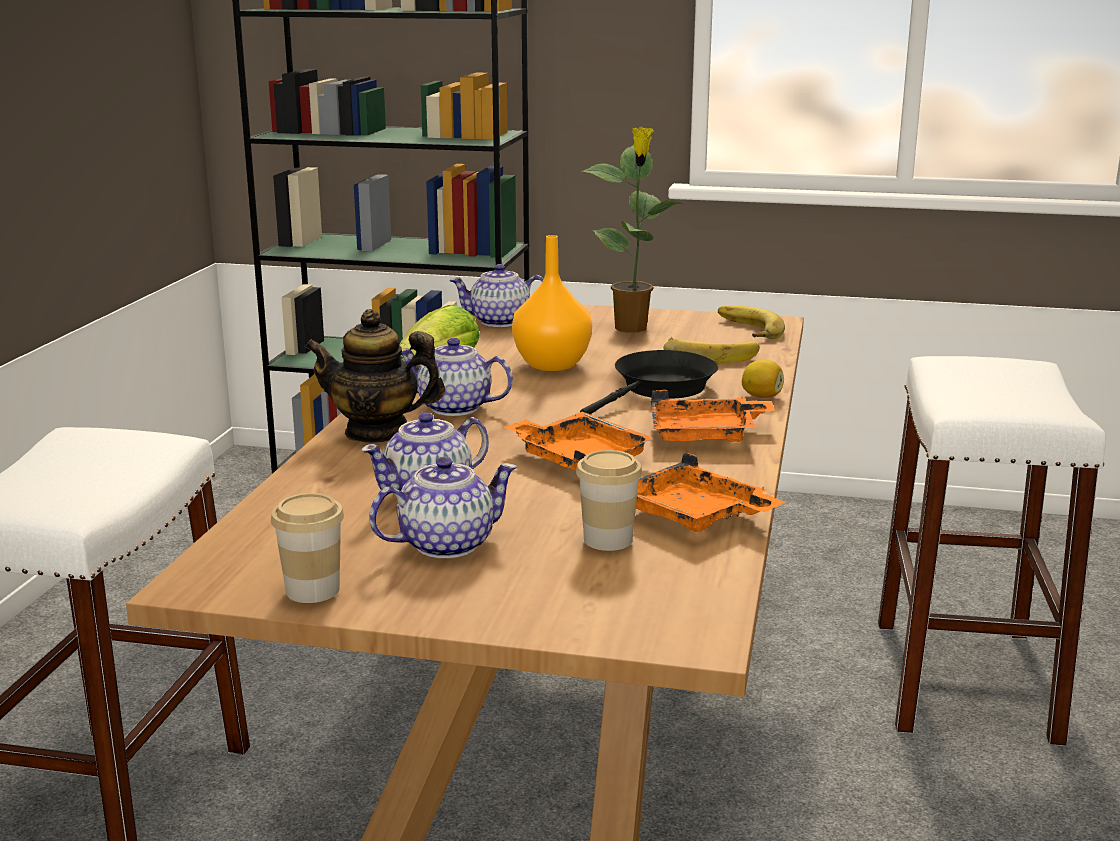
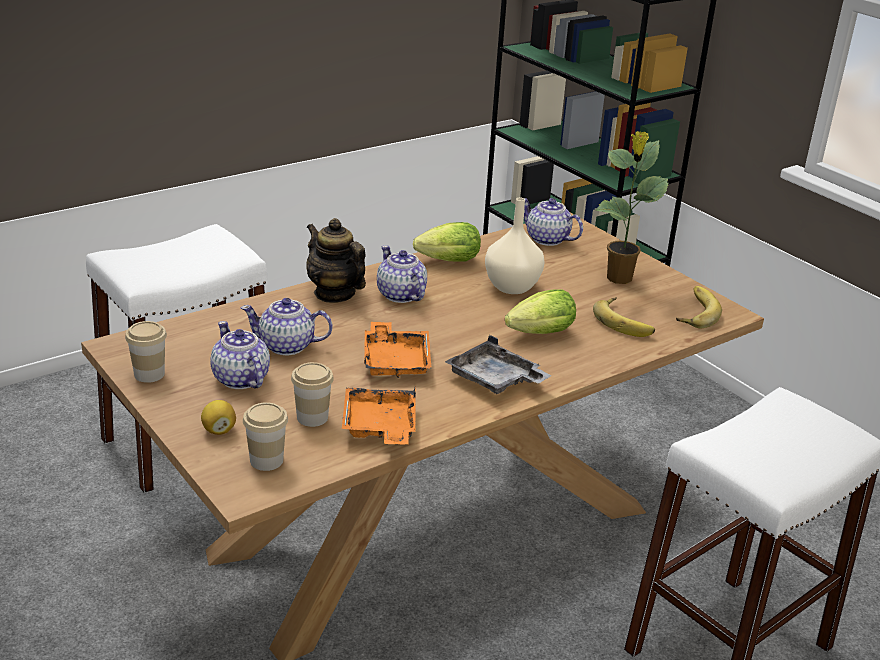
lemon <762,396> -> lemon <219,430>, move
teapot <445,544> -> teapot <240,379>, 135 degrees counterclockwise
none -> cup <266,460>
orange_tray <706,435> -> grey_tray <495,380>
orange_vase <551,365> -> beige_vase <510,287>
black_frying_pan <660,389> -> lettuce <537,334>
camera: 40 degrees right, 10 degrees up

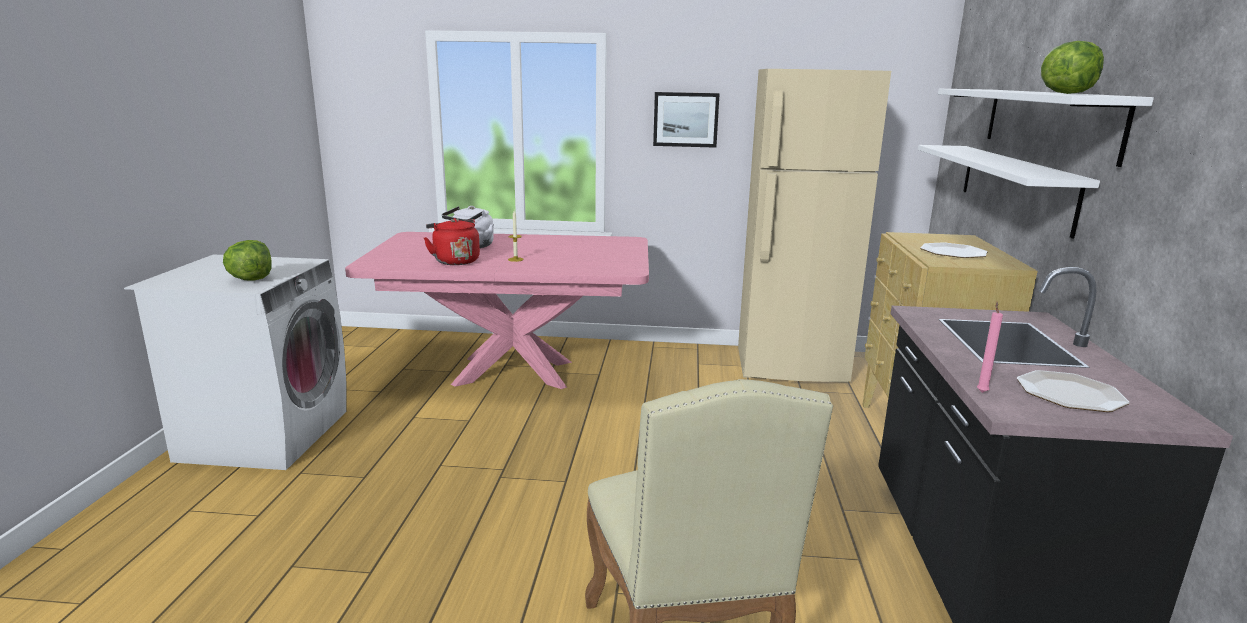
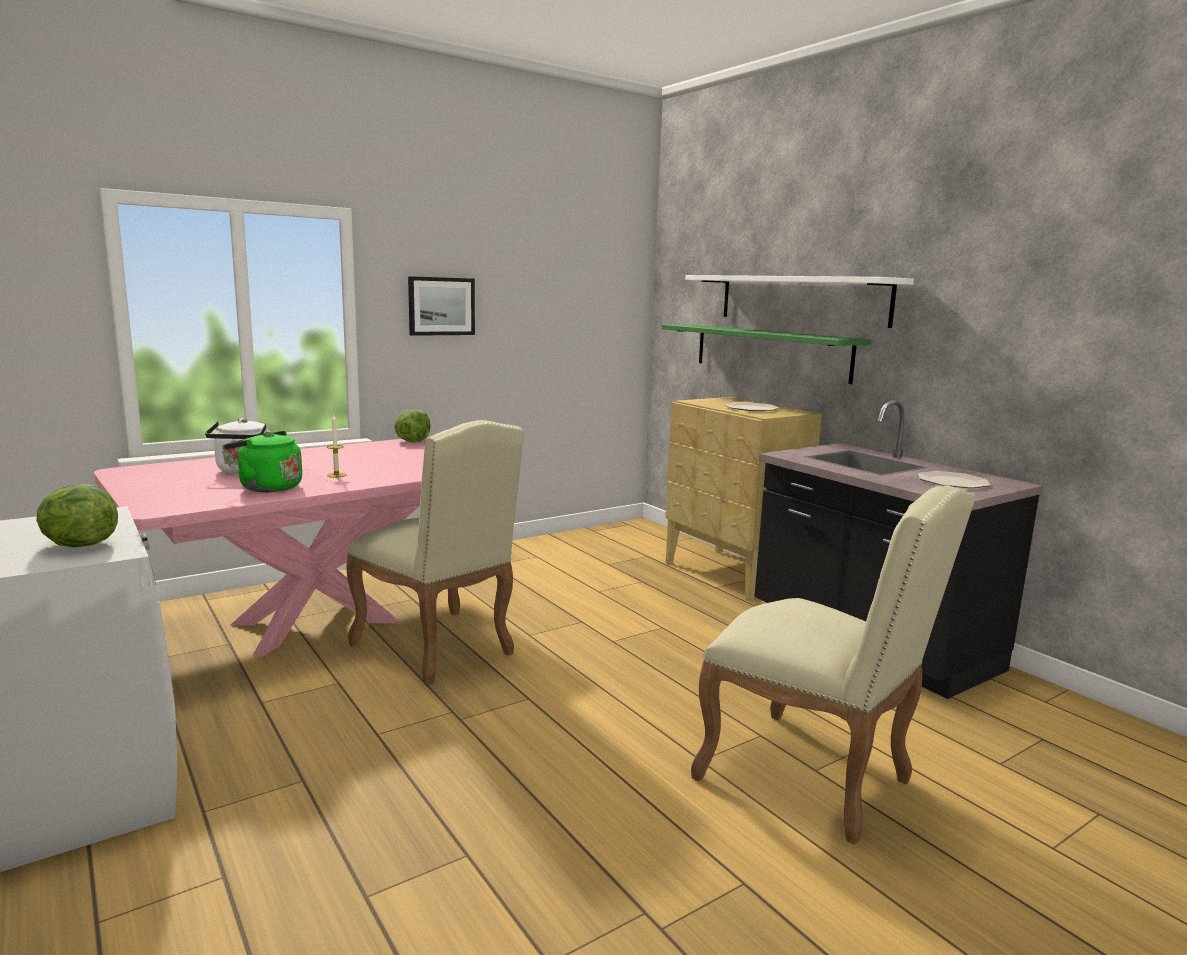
red_kettle <455,261> -> green_kettle <267,487>
none -> beige_chair <439,648>
lettuce <1066,93> -> lettuce <413,441>, move
white_shelf <1015,185> -> green_shelf <770,351>
beige_fridge <790,366> -> none
pink_candle <981,391> -> none
camera: 40 degrees left, 5 degrees down

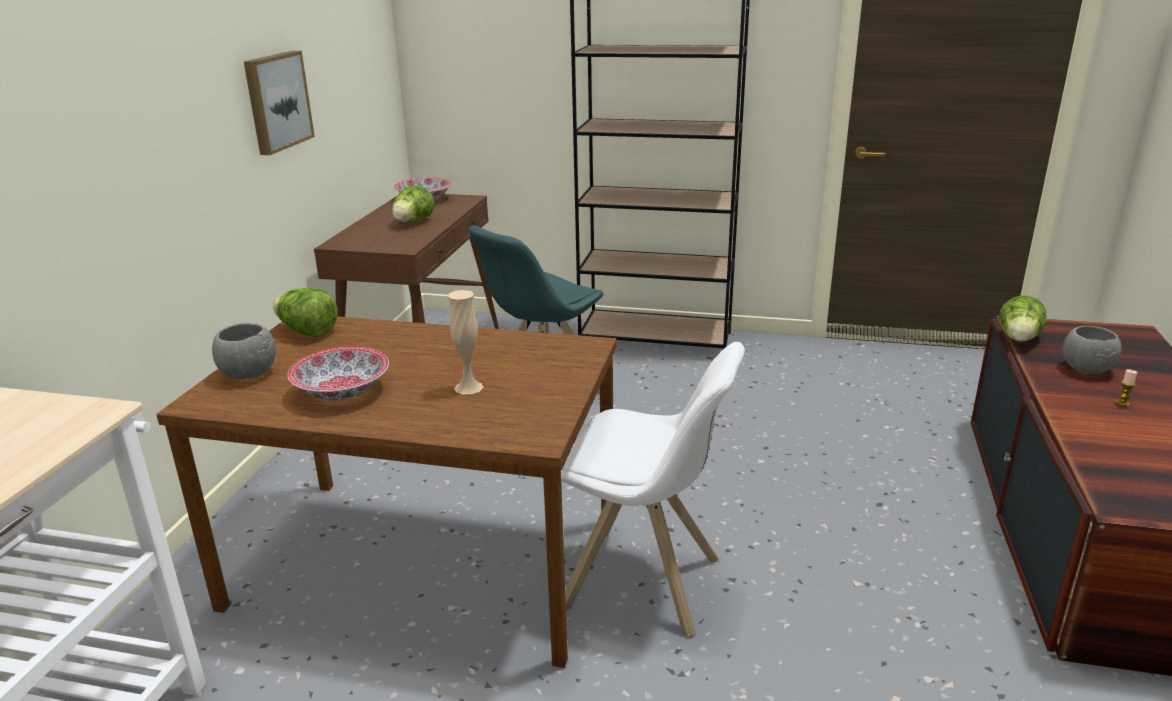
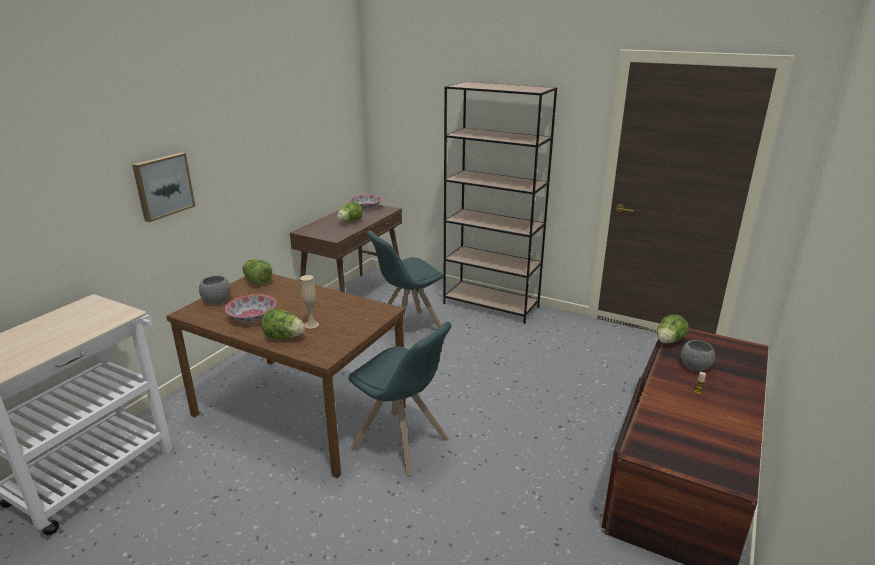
picture <276,101> -> picture <163,186>, move
none -> lettuce <284,337>
white_chair <643,583> -> turquoise_chair <401,443>
camera: 15 degrees right, 0 degrees up

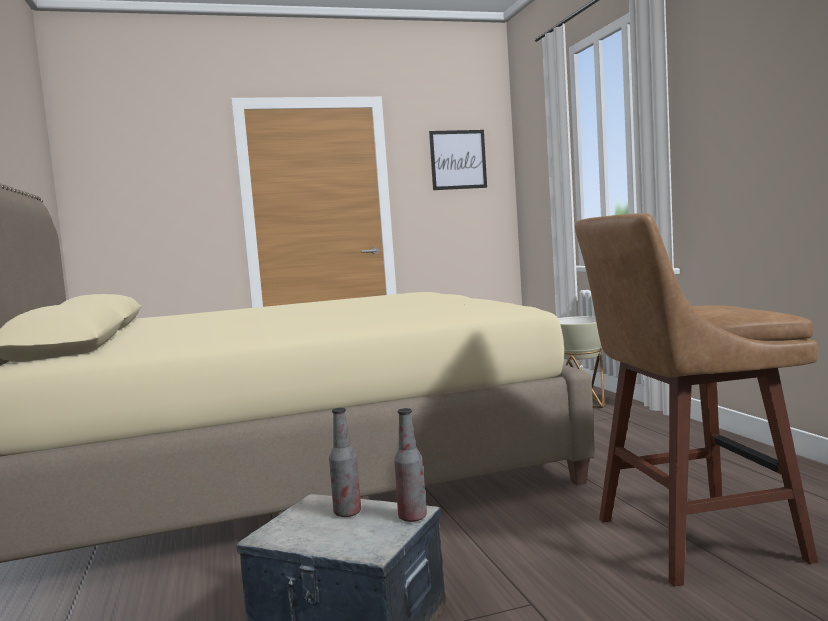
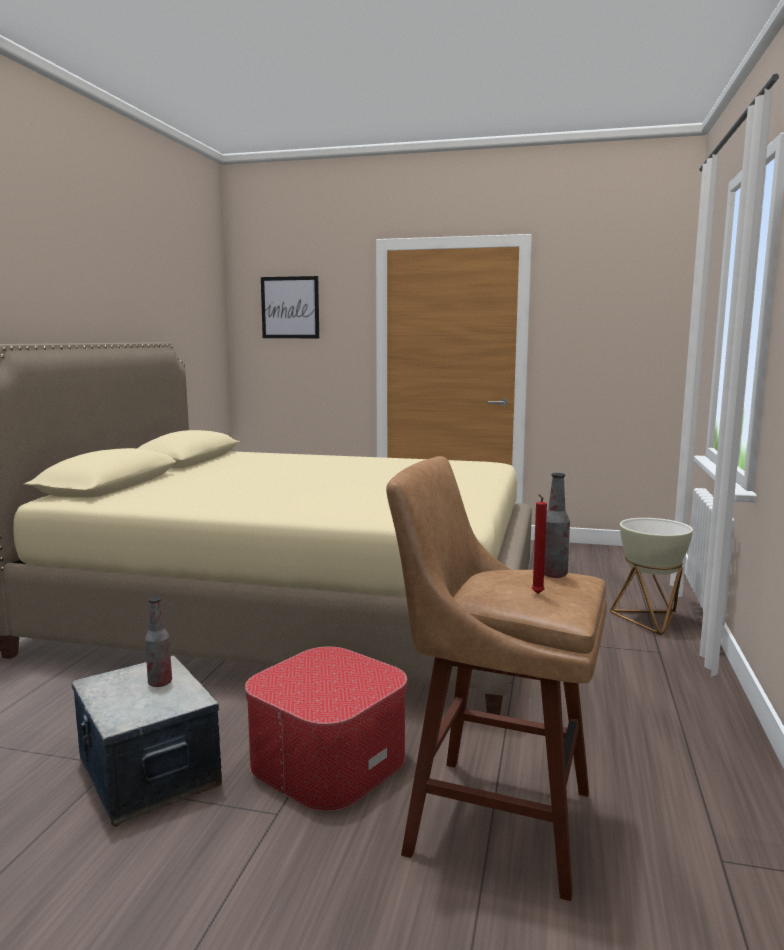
none -> ottoman <328,760>
picture <458,159> -> picture <290,307>, move
none -> red_candle <536,594>
bottle <412,517> -> bottle <553,575>, move
camera: 30 degrees right, 5 degrees up

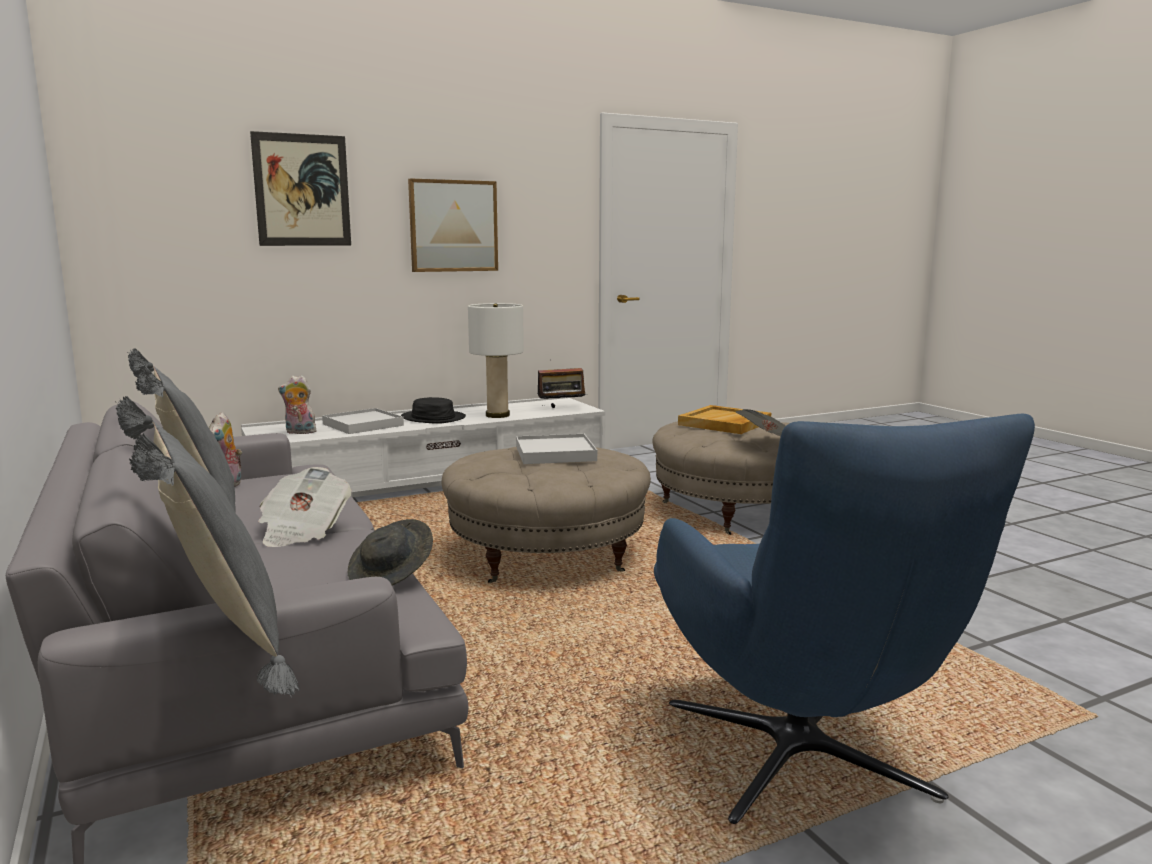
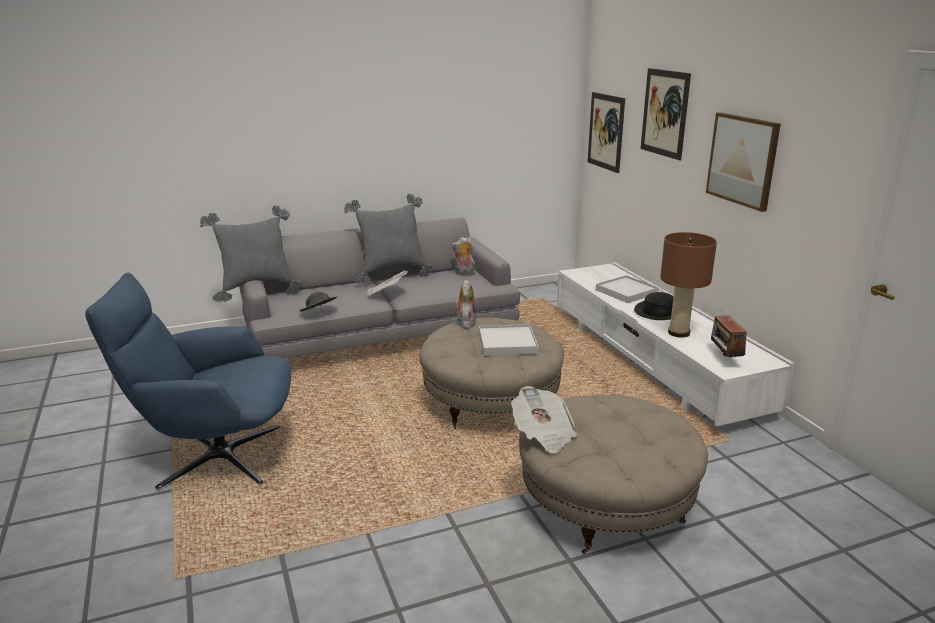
plush_toy <299,432> -> plush_toy <465,323>, move
none -> picture <605,131>
white_table_lamp <497,415> -> brown_table_lamp <679,333>
beige_tray <725,423> -> none
camera: 95 degrees right, 10 degrees up

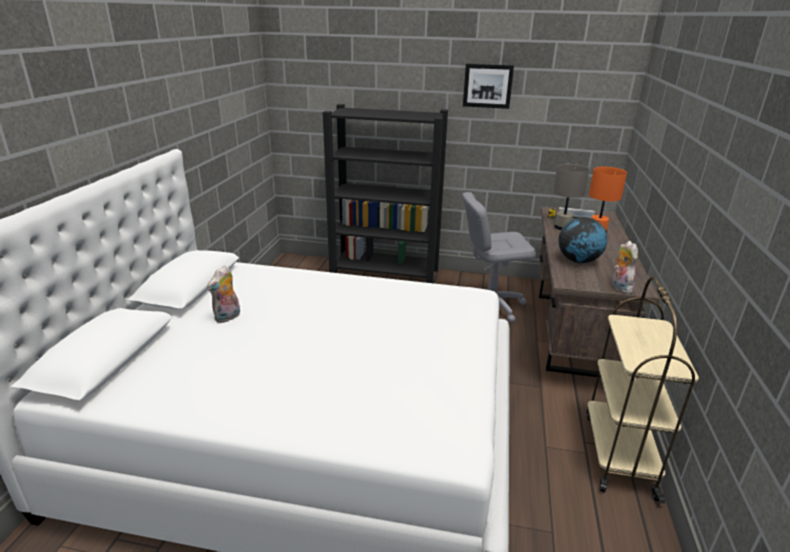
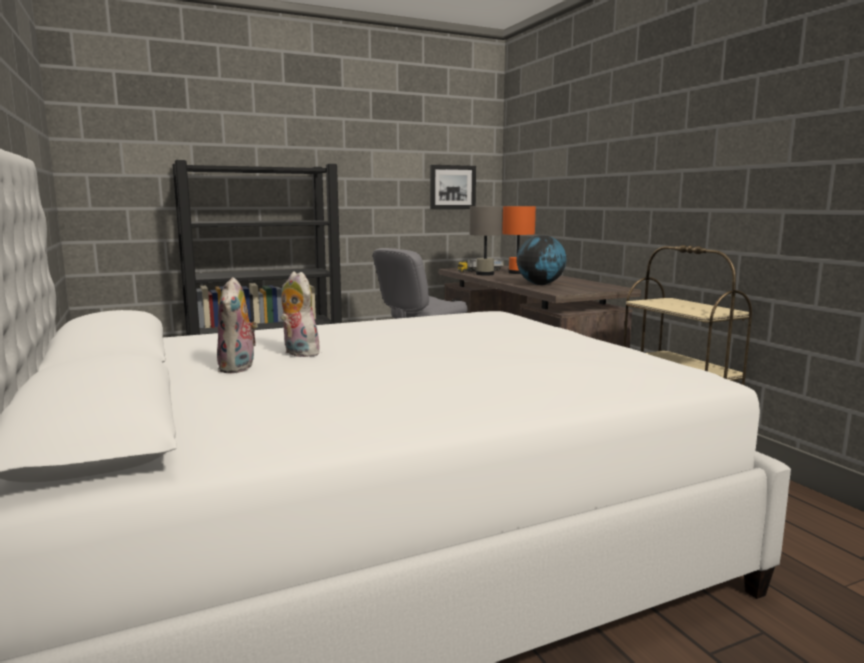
plush_toy <619,287> -> plush_toy <298,353>, move
picture <487,86> -> picture <452,187>, move
camera: 35 degrees left, 15 degrees down

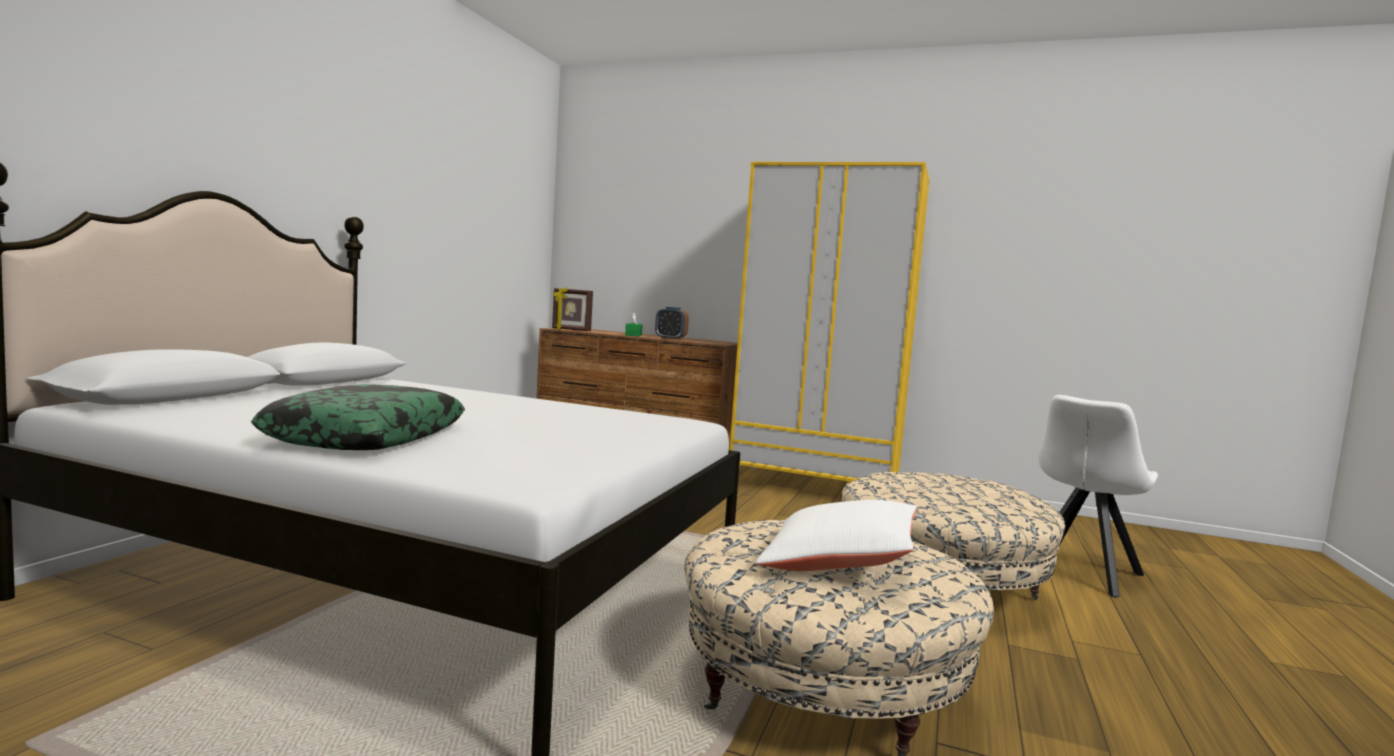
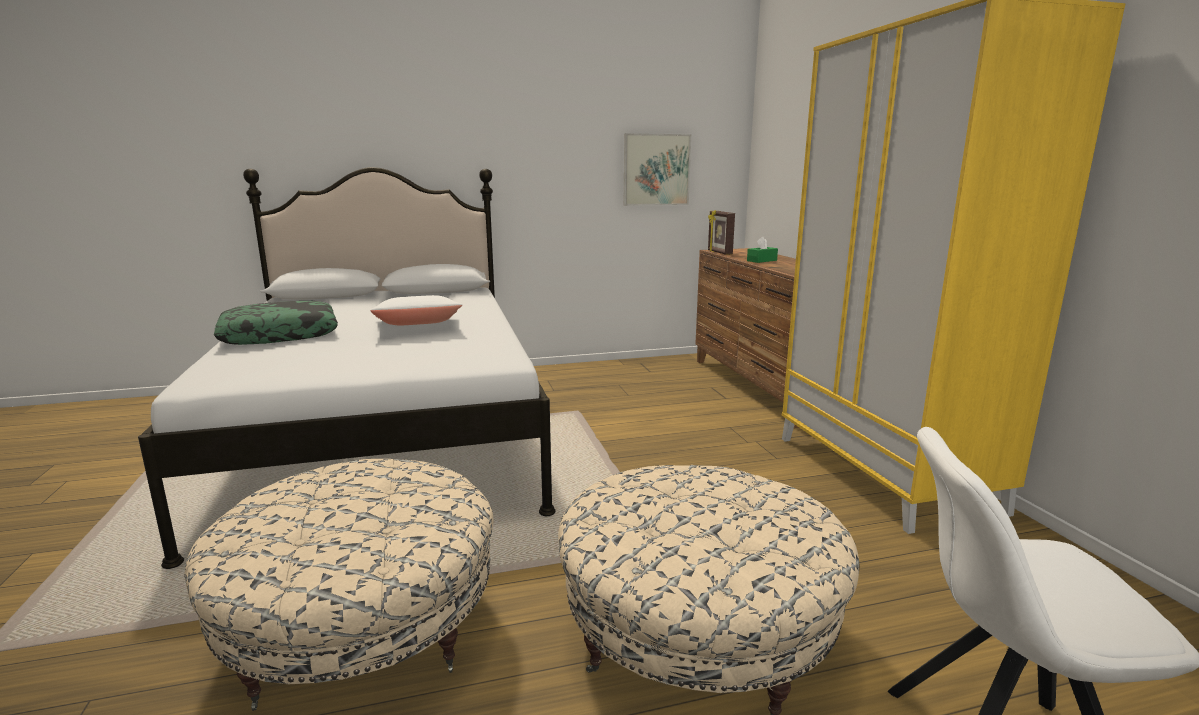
white_pillow <838,562> -> white_pillow <418,327>, move
none -> picture <656,170>
alarm_clock <670,339> -> none
camera: 55 degrees right, 10 degrees up

